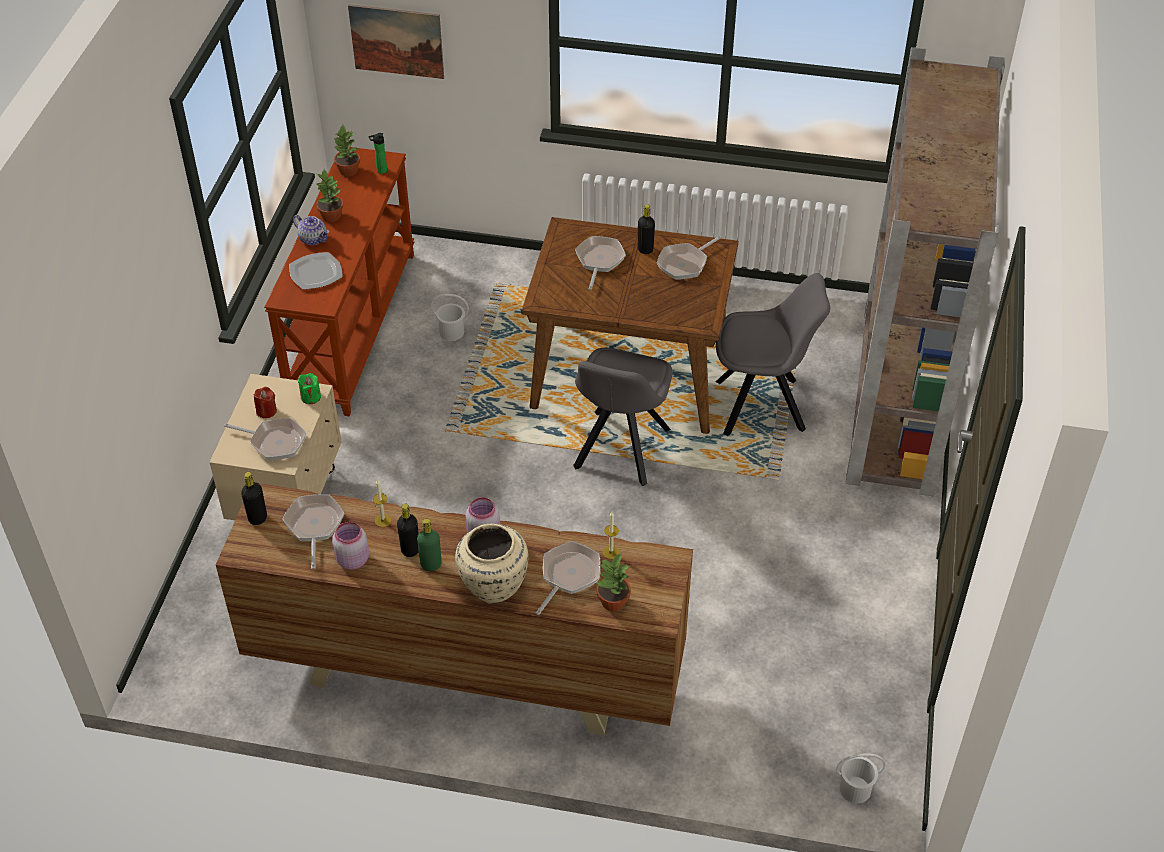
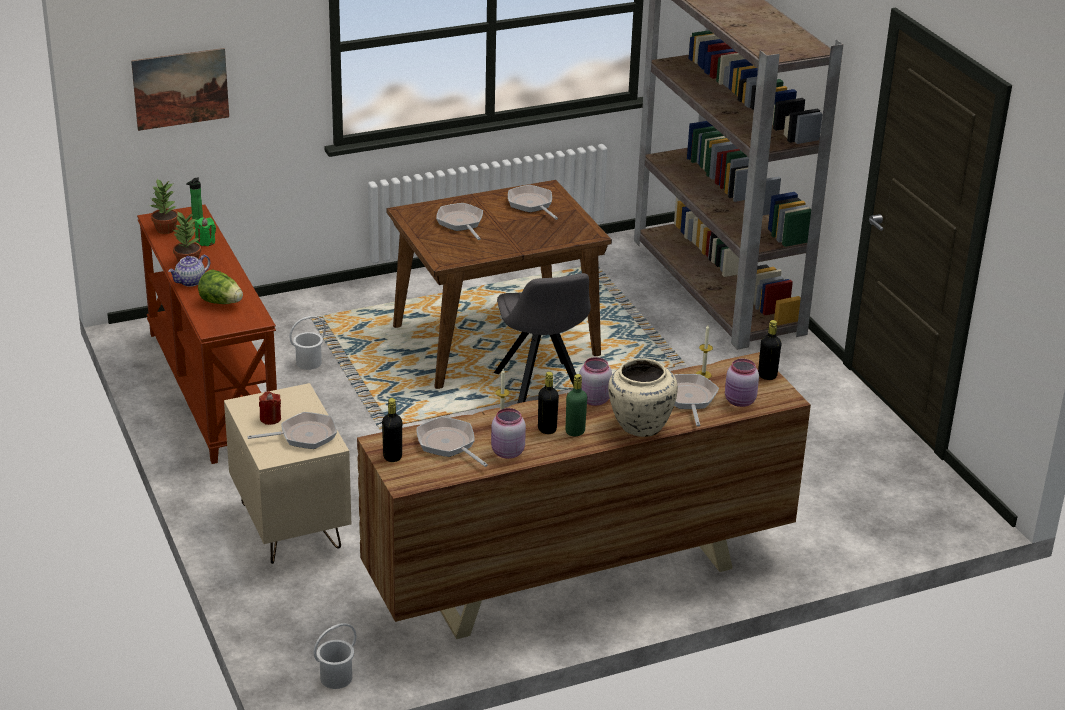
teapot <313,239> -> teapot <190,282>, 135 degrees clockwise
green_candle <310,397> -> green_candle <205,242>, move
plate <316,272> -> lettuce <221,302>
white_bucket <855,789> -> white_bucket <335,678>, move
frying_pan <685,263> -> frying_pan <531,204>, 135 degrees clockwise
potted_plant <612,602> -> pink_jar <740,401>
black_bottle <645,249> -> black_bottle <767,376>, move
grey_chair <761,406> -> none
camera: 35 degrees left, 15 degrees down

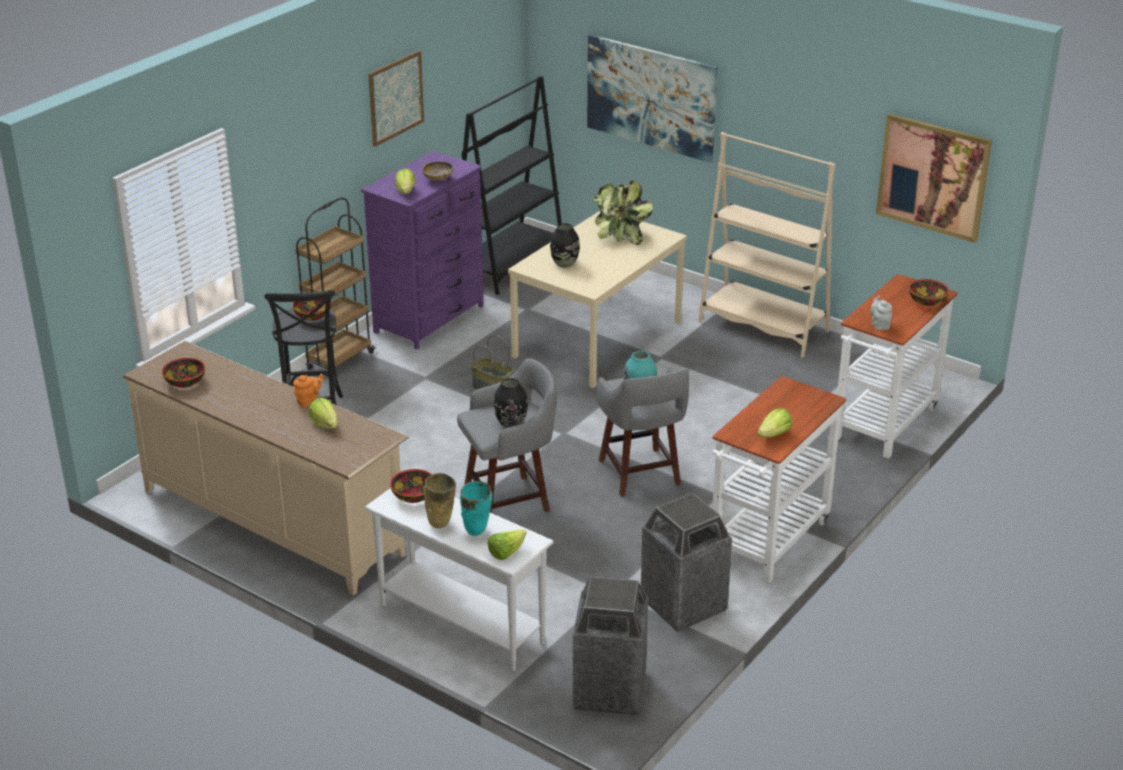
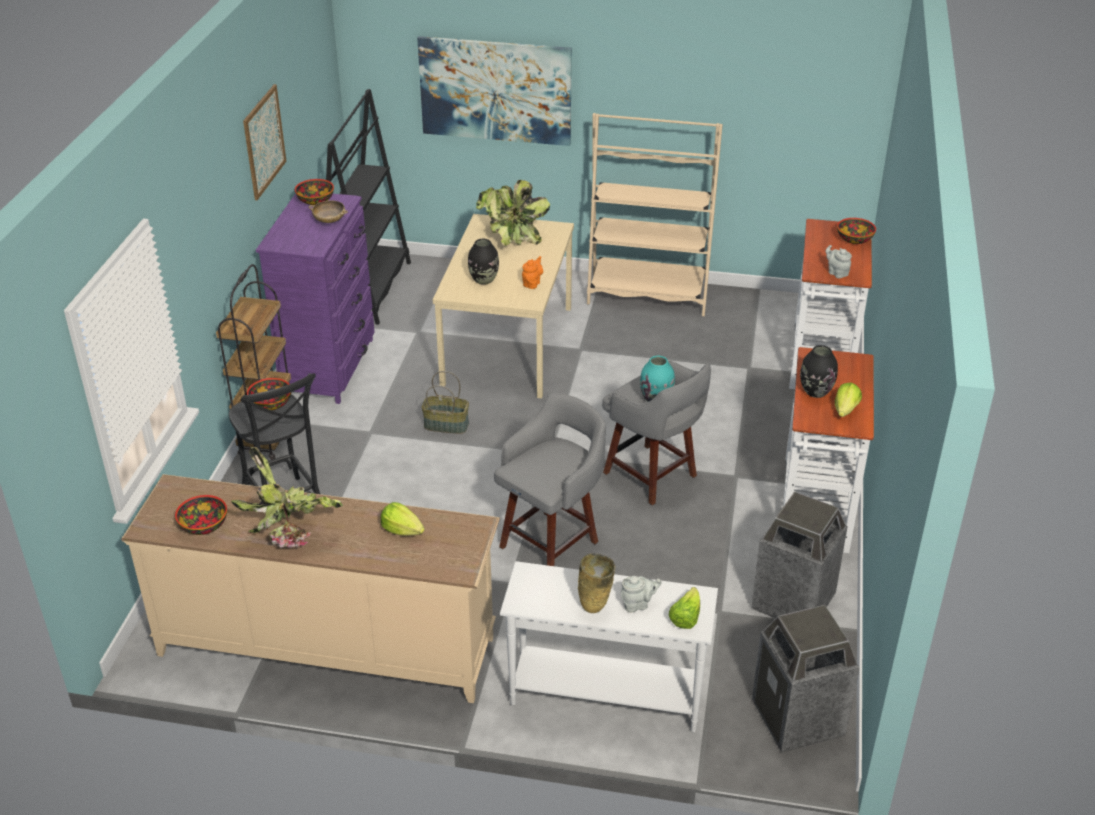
none -> potted_plant <295,534>
bowl <413,495> -> bowl <315,200>, move
orange_teapot <309,401> -> orange_teapot <532,283>, move
turquoise_vase <476,532> -> grey_teapot <638,604>
black_vase <511,422> -> black_vase <815,391>, move
lettuce <406,191> -> none
picture <933,177> -> none
camera: 25 degrees left, 5 degrees up

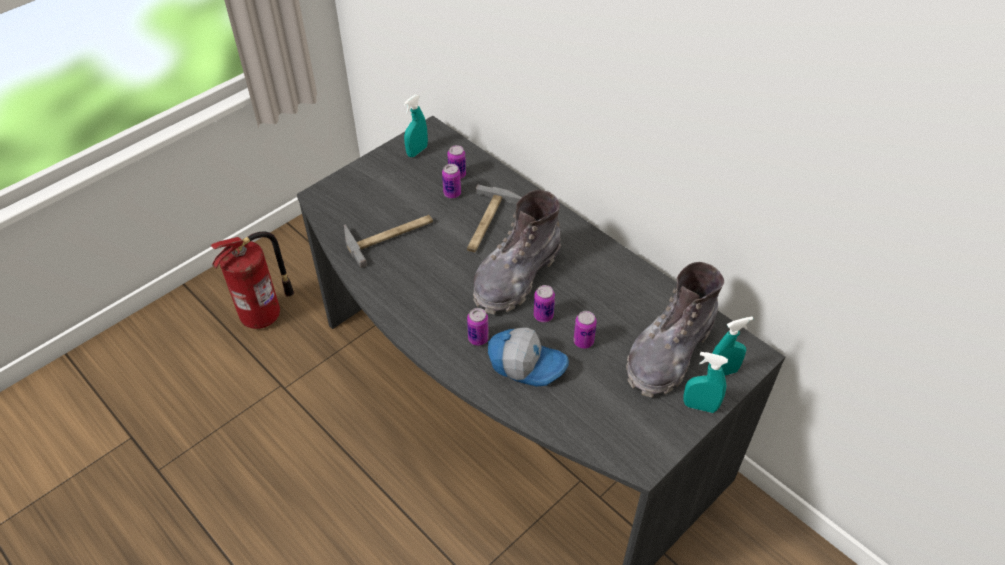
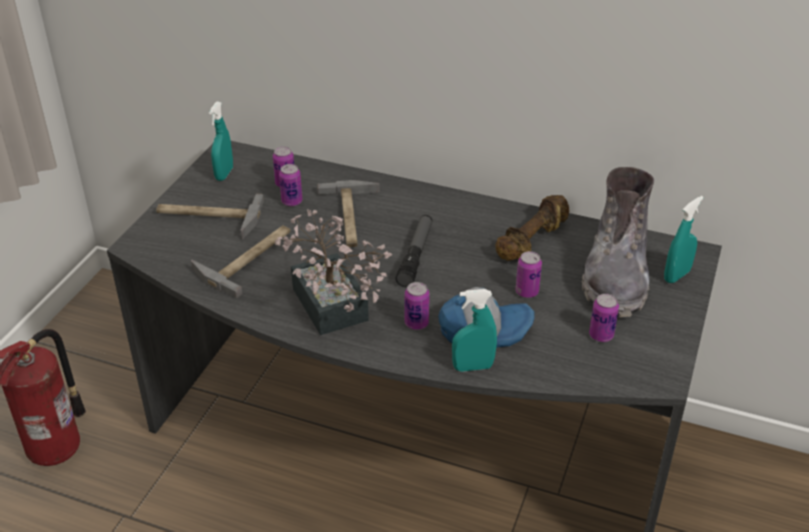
none -> hammer <208,217>
none -> potted_plant <333,311>
grey_boot <516,276> -> flashlight <415,255>
turquoise_spray_bottle <700,406> -> turquoise_spray_bottle <473,367>, move
none -> brown_dumbbell <533,241>
can <543,316> -> can <601,335>, move
camera: 25 degrees left, 10 degrees down

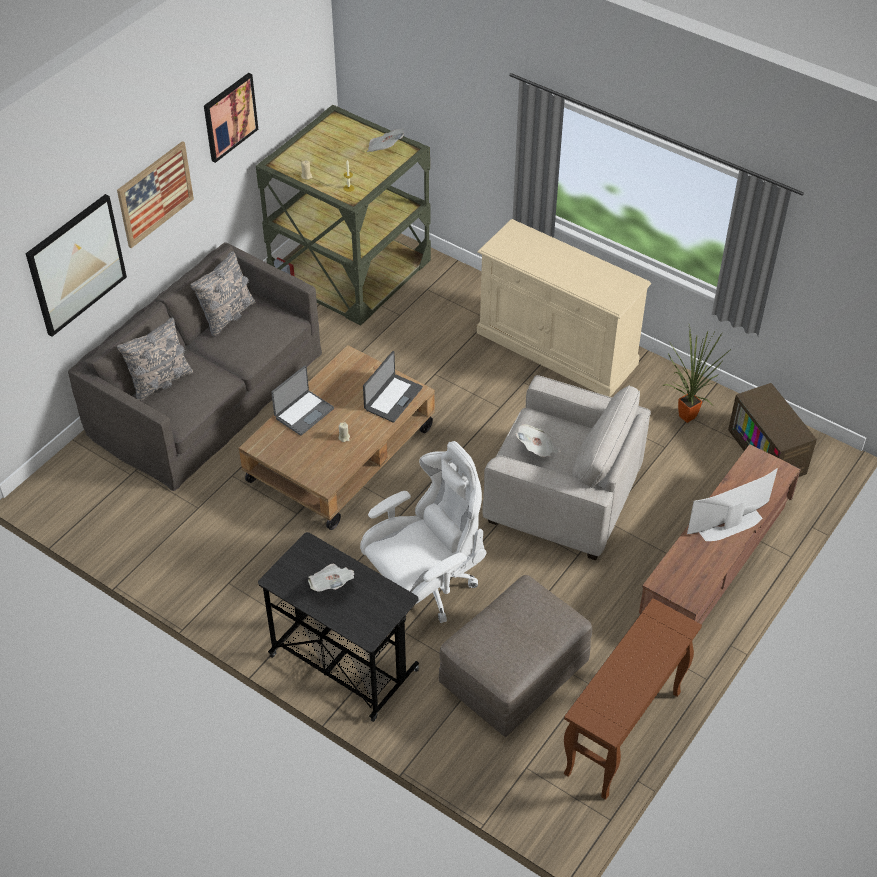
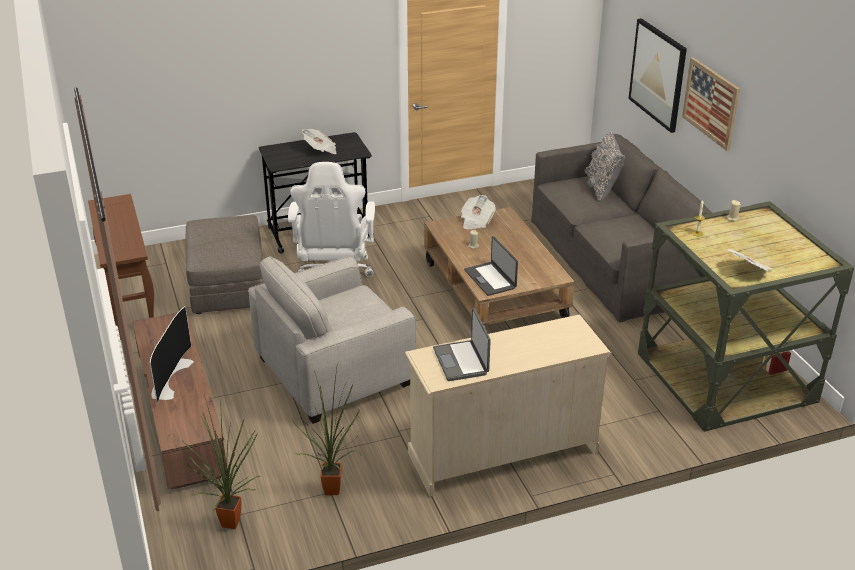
television <769,451> -> potted_plant <233,521>
laptop <303,413> -> laptop <462,361>, move
newspaper <538,449> -> newspaper <476,221>, move
grey_pillow <228,316> -> none
picture <229,117> -> none
camera: 125 degrees right, 15 degrees down

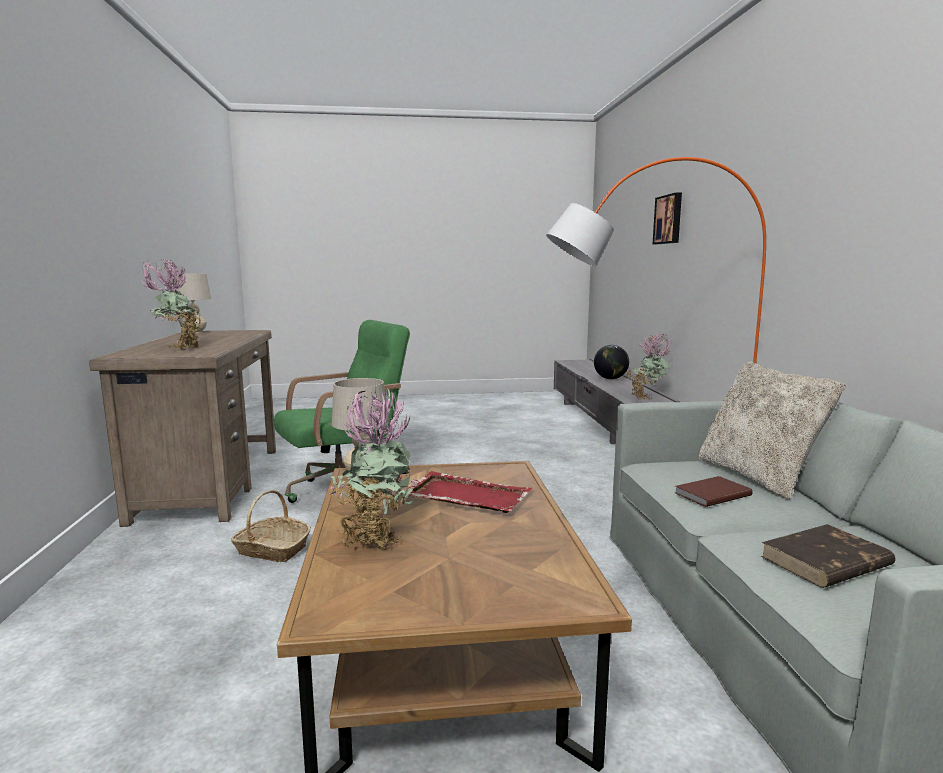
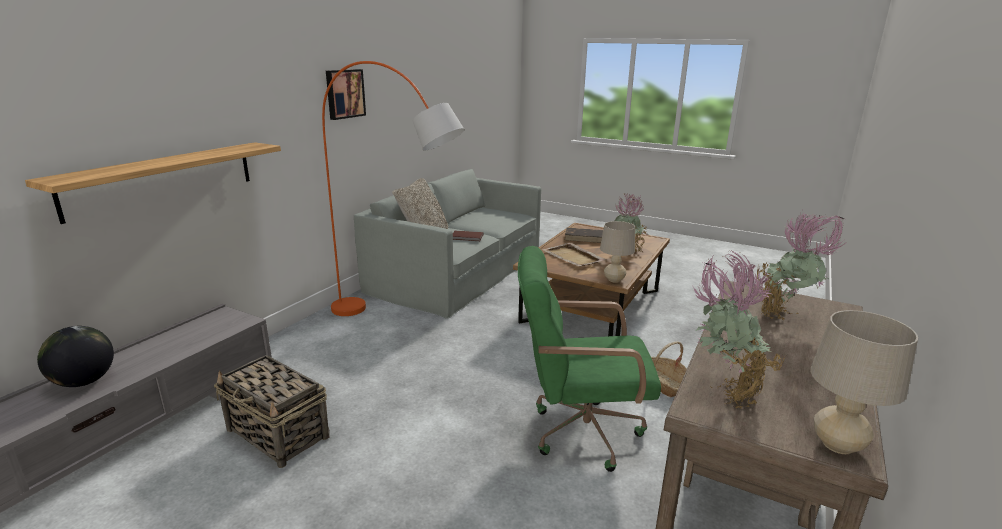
none -> shelf <163,178>
none -> basket <278,434>
picture <669,219> -> picture <344,93>, move
red_tray <466,496> -> beige_tray <573,257>
brown_book <825,562> -> brown_book <584,237>, move
potted_plant <647,398> -> potted_plant <723,392>, move
camera: 145 degrees left, 10 degrees up

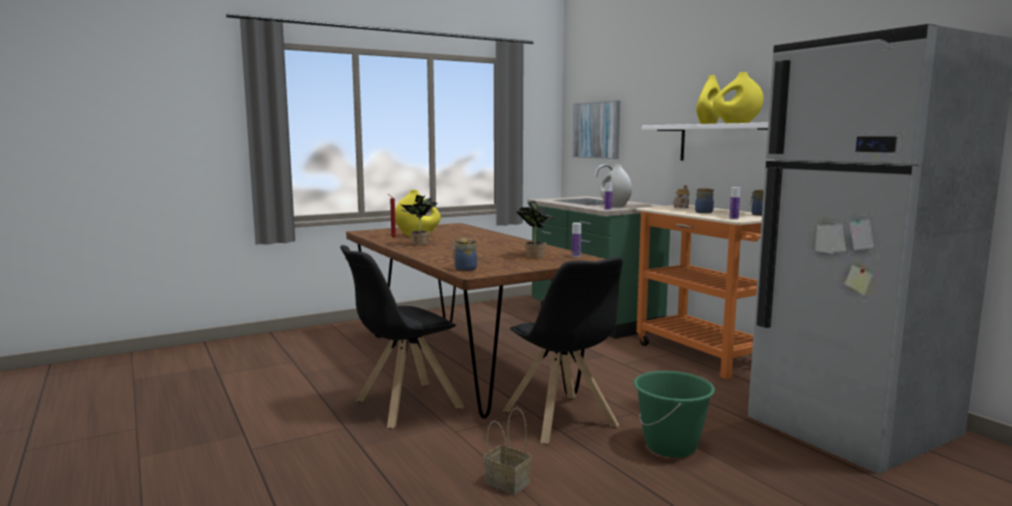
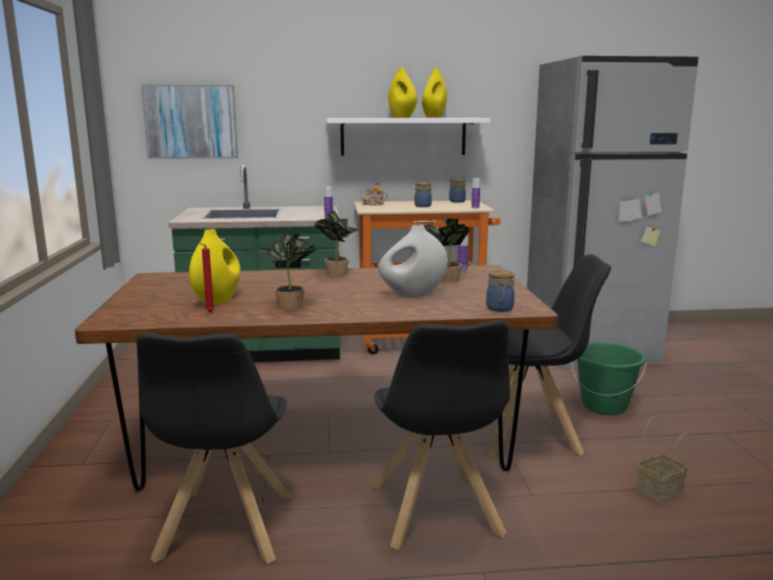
none -> black_chair <224,531>
none -> potted_plant <336,273>
white_vase <614,206> -> white_vase <412,294>, move
camera: 65 degrees left, 5 degrees up

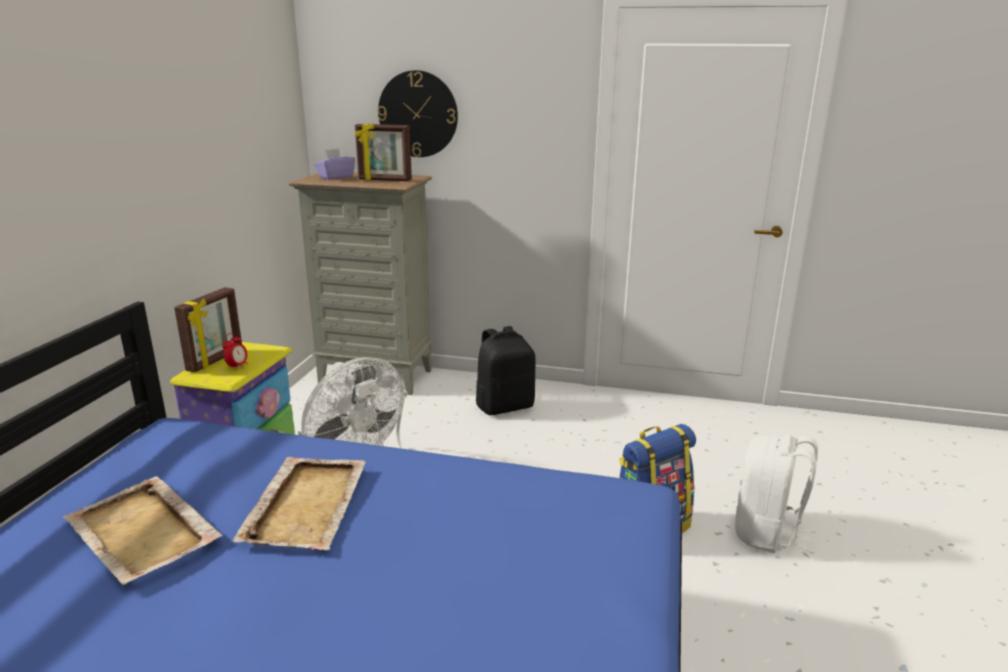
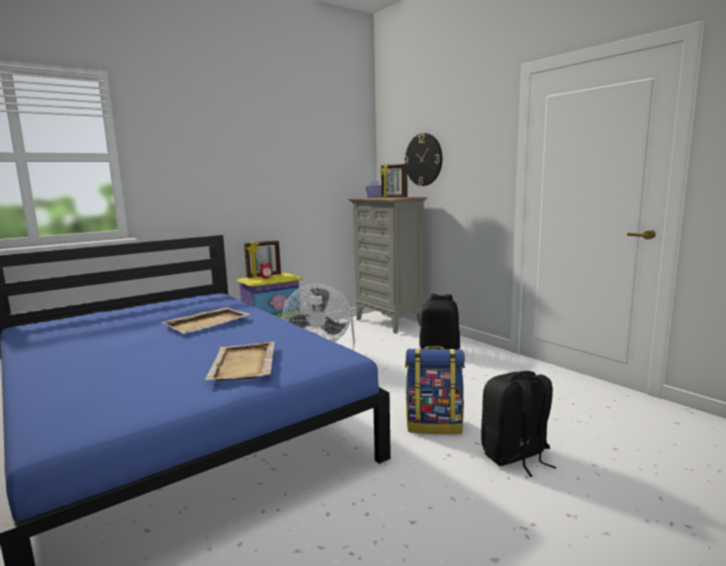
beige_tray <143,533> -> beige_tray <243,364>, move
white_backpack <767,533> -> black_backpack <515,456>
camera: 40 degrees right, 10 degrees down

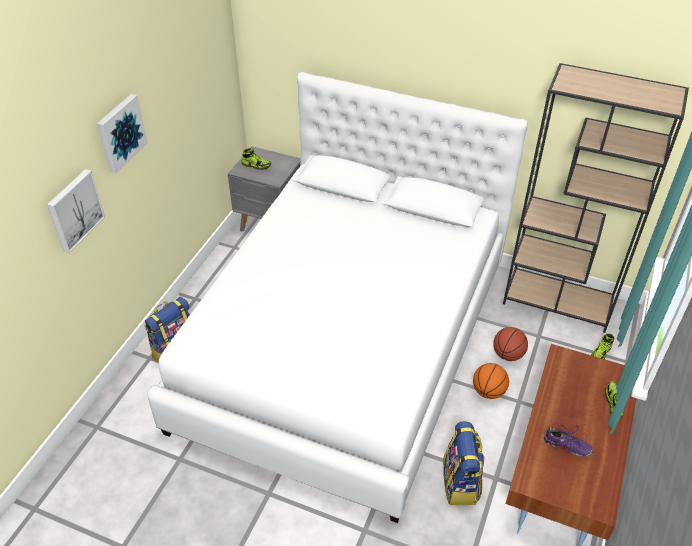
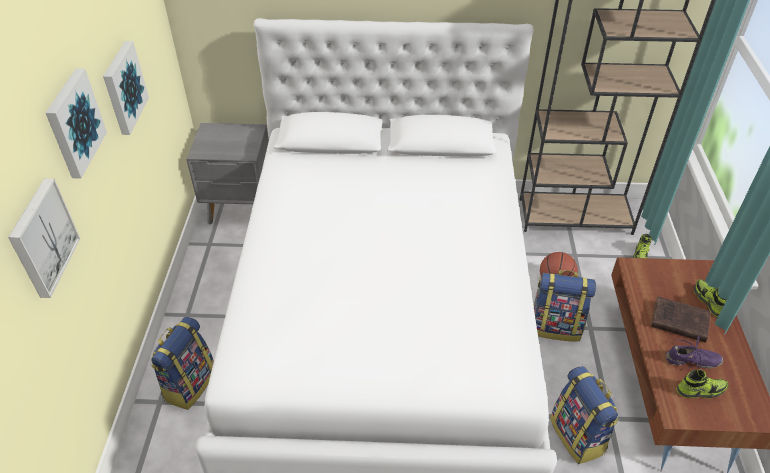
none -> picture <123,87>
basketball <488,391> -> backpack <555,326>
none -> brown_book <677,321>
shoe <256,165> -> shoe <700,390>, move
camera: 20 degrees left, 0 degrees up

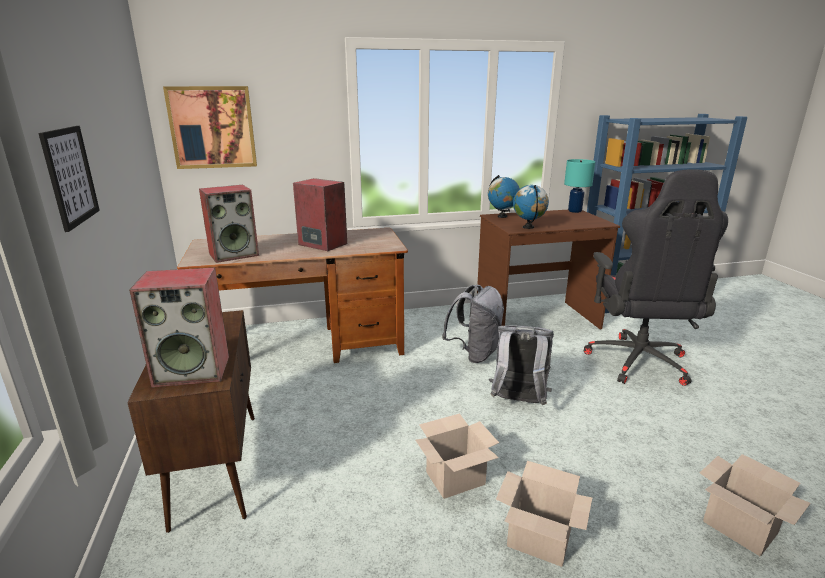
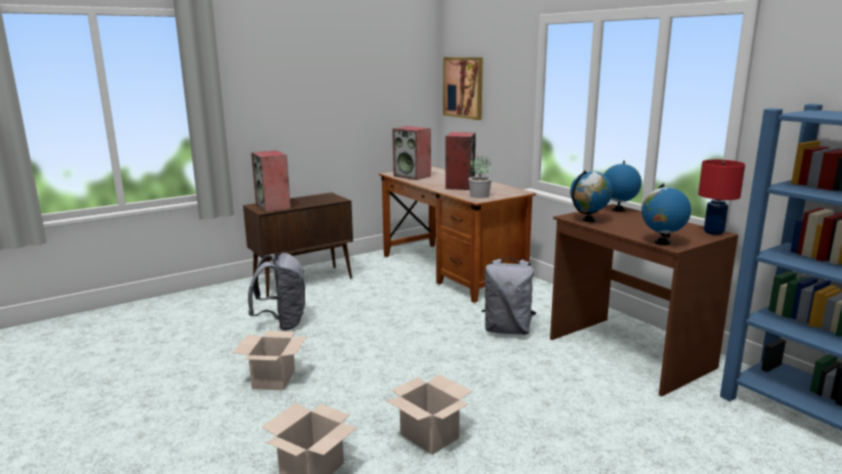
grey_backpack <518,402> -> grey_backpack <282,323>, move
cardboard_box <456,477> -> cardboard_box <431,436>, move
none -> potted_plant <480,195>
none -> globe <662,242>
turquoise_table_lamp <575,211> -> red_table_lamp <715,232>
picture <70,176> -> none
black_office_chair <637,361> -> none
camera: 70 degrees right, 5 degrees down

